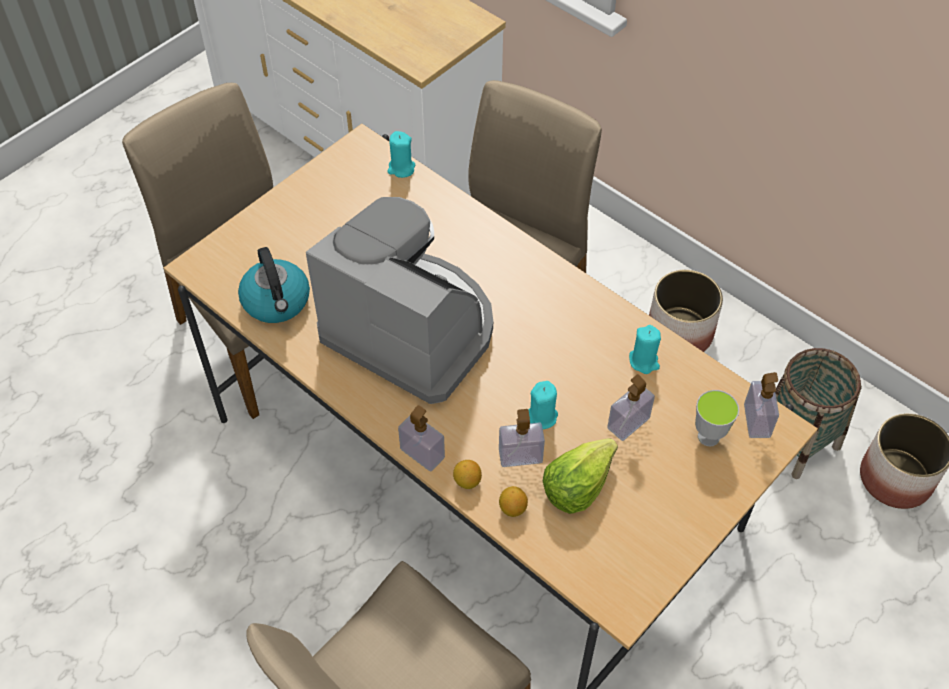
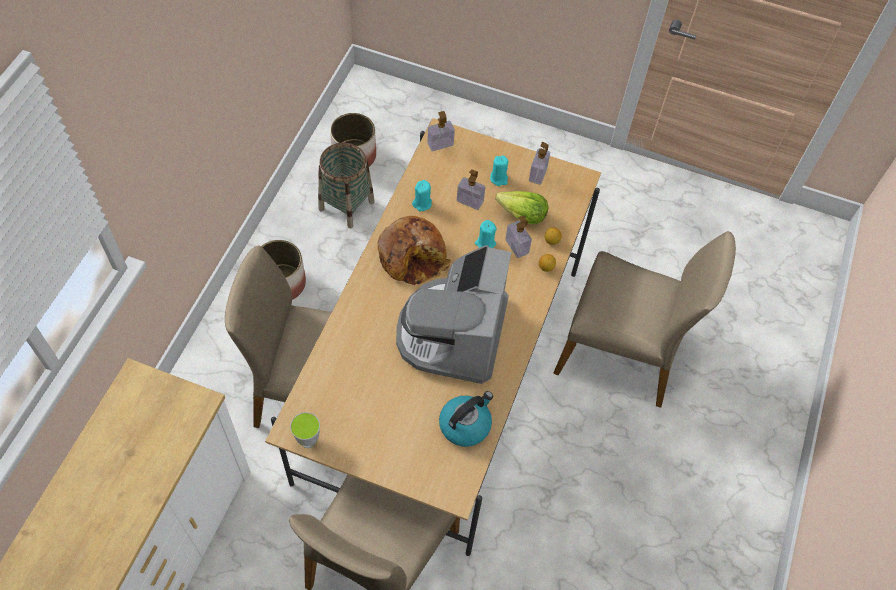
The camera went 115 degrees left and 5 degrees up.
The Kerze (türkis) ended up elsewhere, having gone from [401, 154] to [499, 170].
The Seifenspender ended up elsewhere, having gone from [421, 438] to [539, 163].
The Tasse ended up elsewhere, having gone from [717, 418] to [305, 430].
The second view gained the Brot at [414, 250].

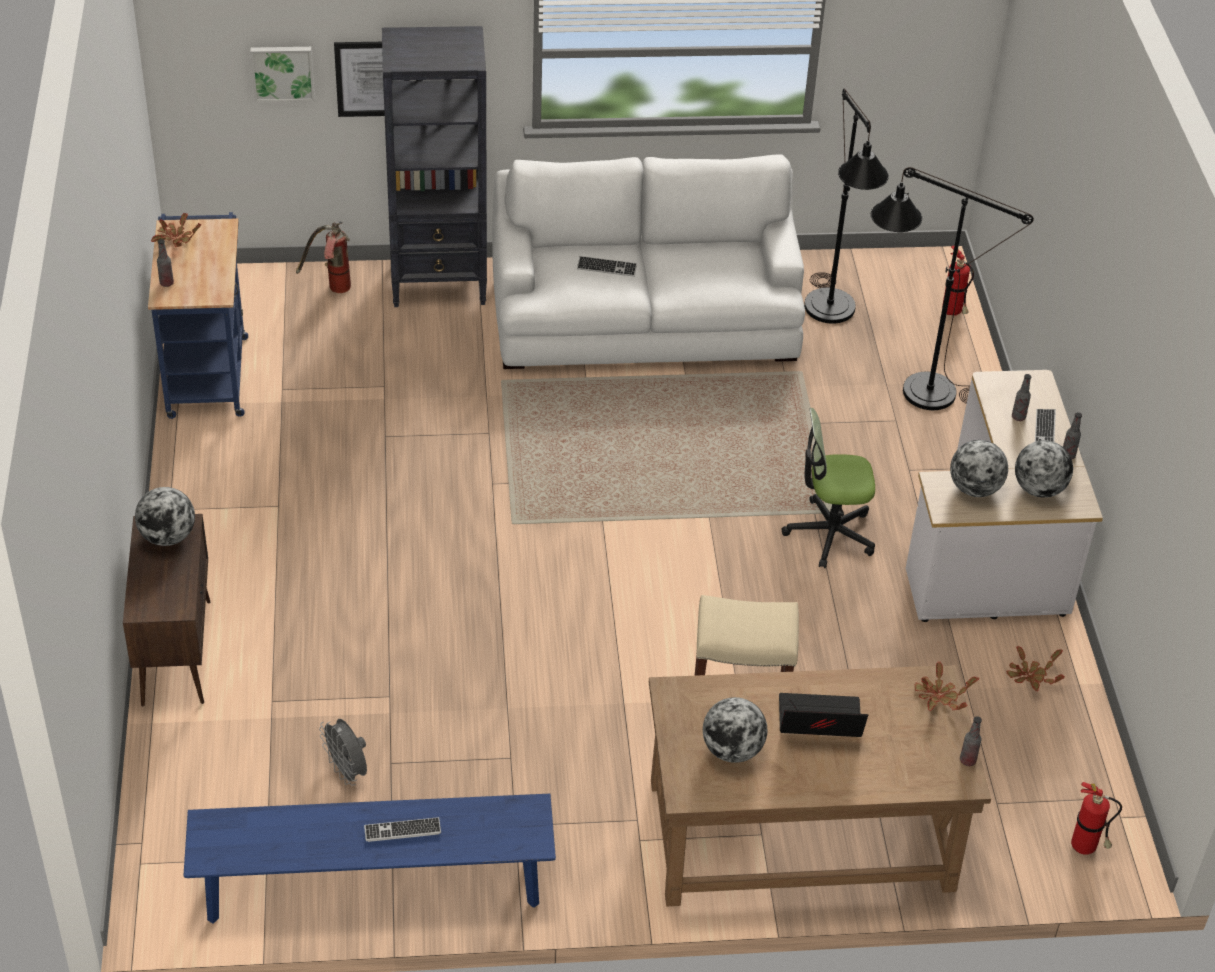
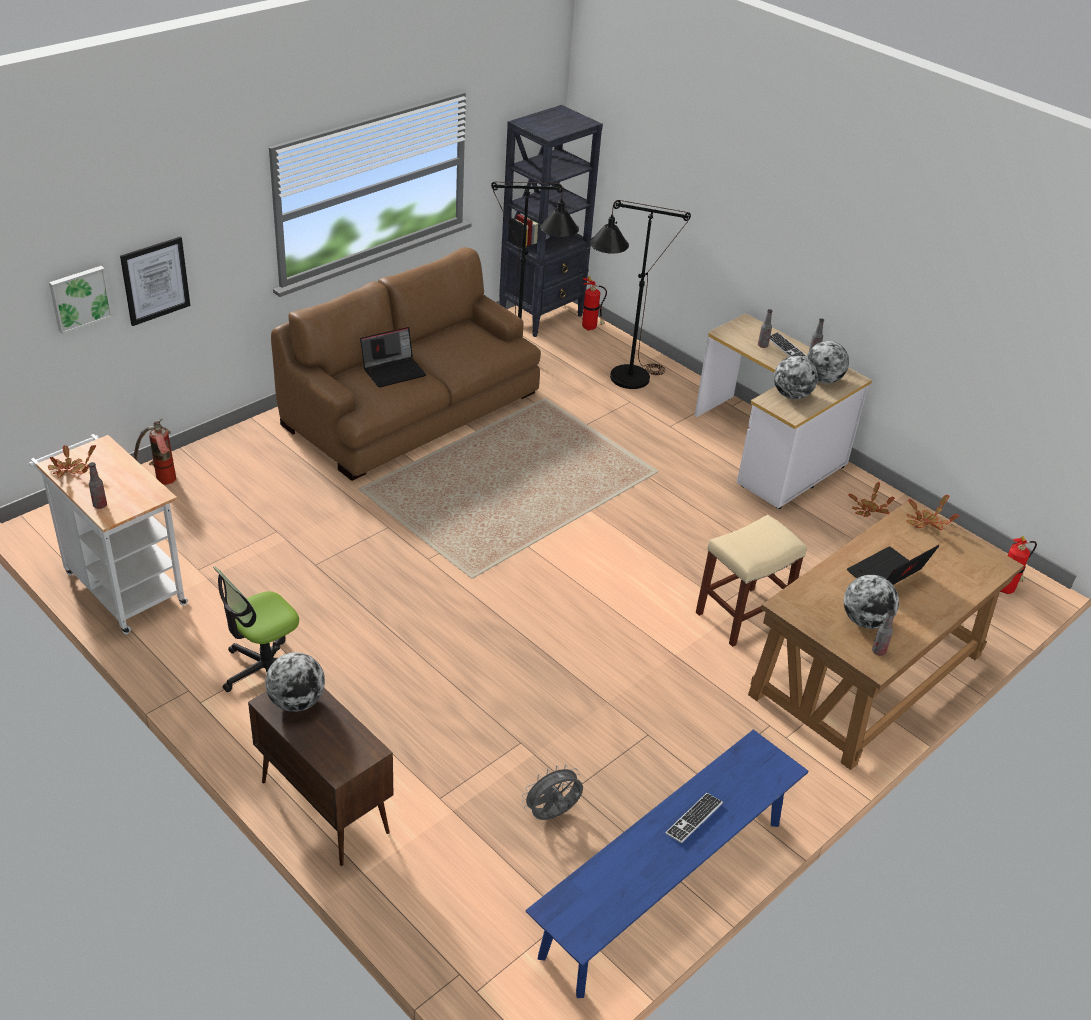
The camera went 40 degrees left and 5 degrees down.
What was the Rollwagen (blau) at [198, 315] turned into the Rollwagen (weiß) at [108, 534].
The Ventilator (grau) at [343, 752] ended up facing another way, 135 degrees clockwise from before.
The Bücherregal (schwarz) ended up elsewhere, having gone from [434, 166] to [551, 221].
What was the Sofa (weiß) at [648, 261] turned into the Sofa (braun) at [406, 364].
Where the Tastatur stood at [607, 266], the Laptop came to stand at [393, 357].
The Bürostuhl ended up elsewhere, having gone from [828, 488] to [256, 629].
The Flasche ended up elsewhere, having gone from [971, 741] to [883, 633].

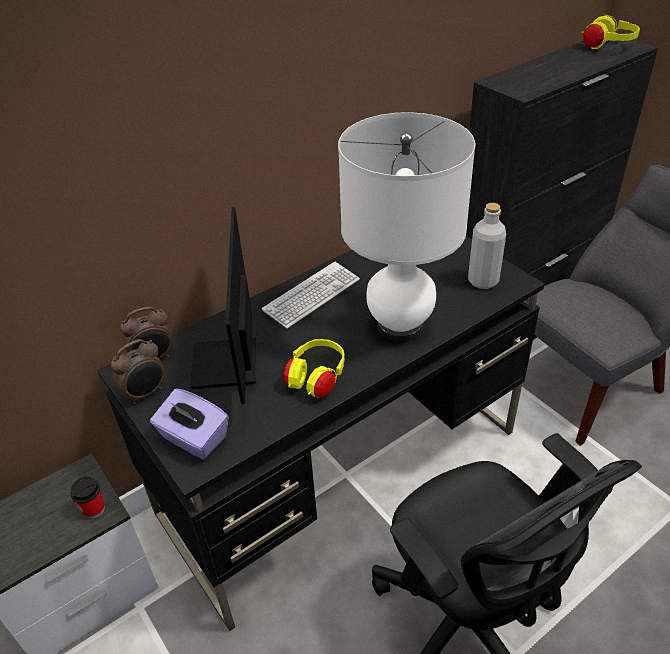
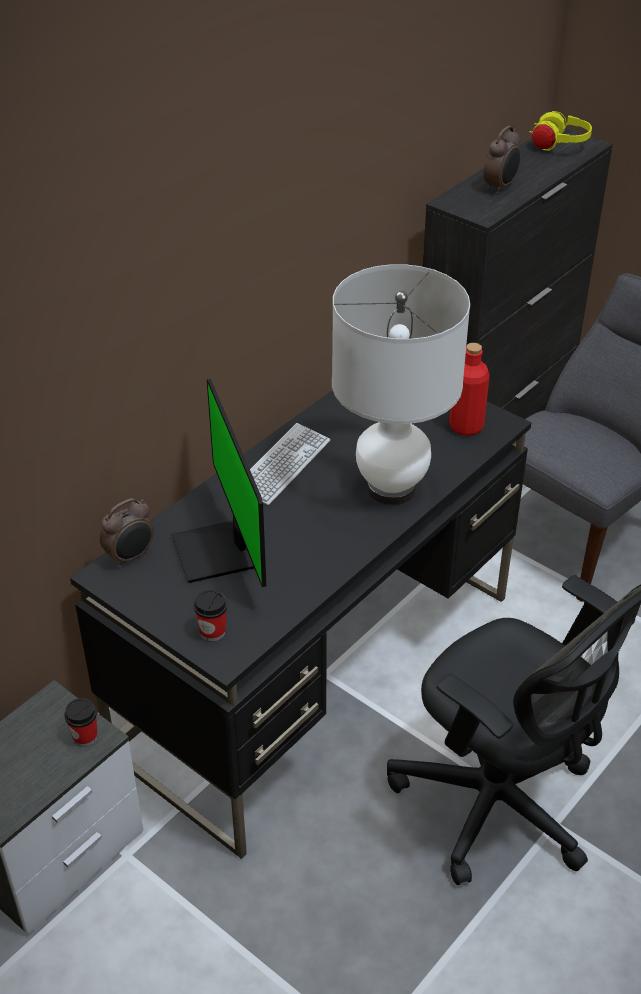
The camera went 15 degrees left and 0 degrees up.
The Wecker ended up elsewhere, having gone from [138, 371] to [502, 160].
Where the Taschentuchbox (lila) stood at [189, 424], the Tasse came to stand at [211, 615].
The second view lost the Kopfhörer (gelb) at [314, 368].
What was the Flasche (grau) at [487, 246] turned into the Flasche (rot) at [469, 389].

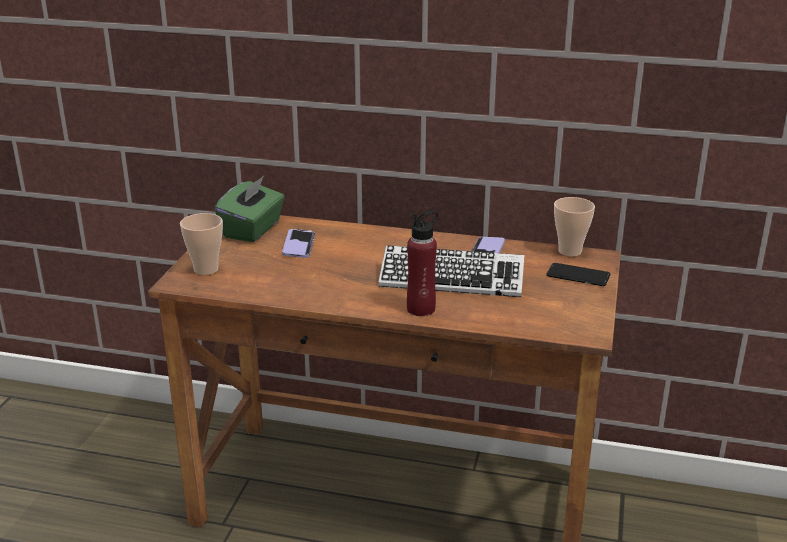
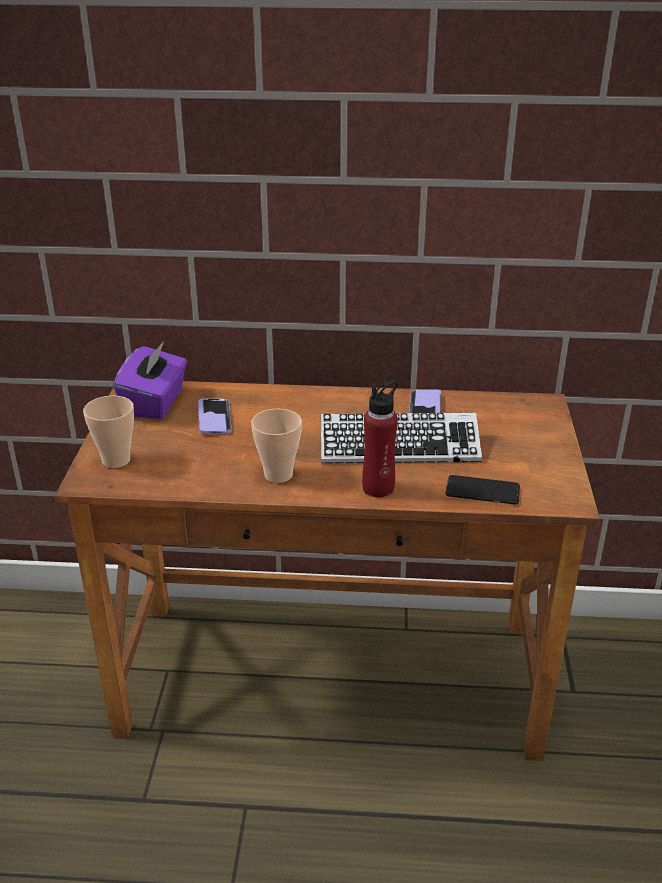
The camera went 10 degrees left and 5 degrees up.
What was the Taschentuchbox (grün) at [249, 209] turned into the Taschentuchbox (lila) at [150, 380].
The Handy ended up elsewhere, having gone from [578, 274] to [483, 489].
The Tasse ended up elsewhere, having gone from [574, 227] to [276, 446].

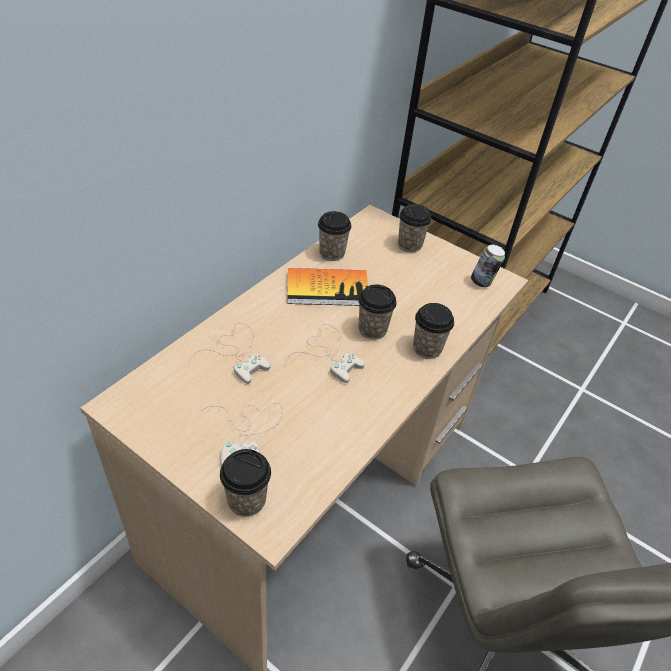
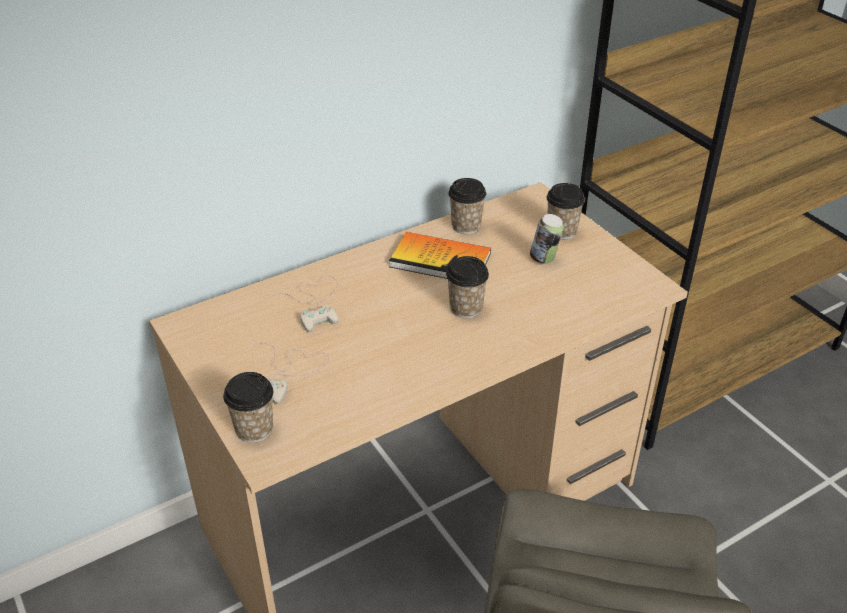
The camera went 25 degrees right and 5 degrees down.
The second view lost the Gamepad (weiß) at [325, 353].
The second view lost the Tasse at [433, 331].
The Dose ended up elsewhere, having gone from [488, 265] to [547, 239].

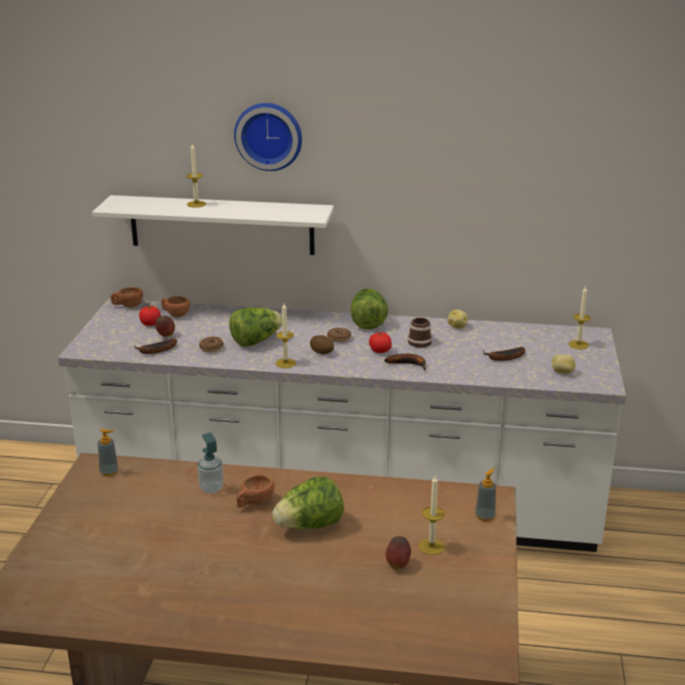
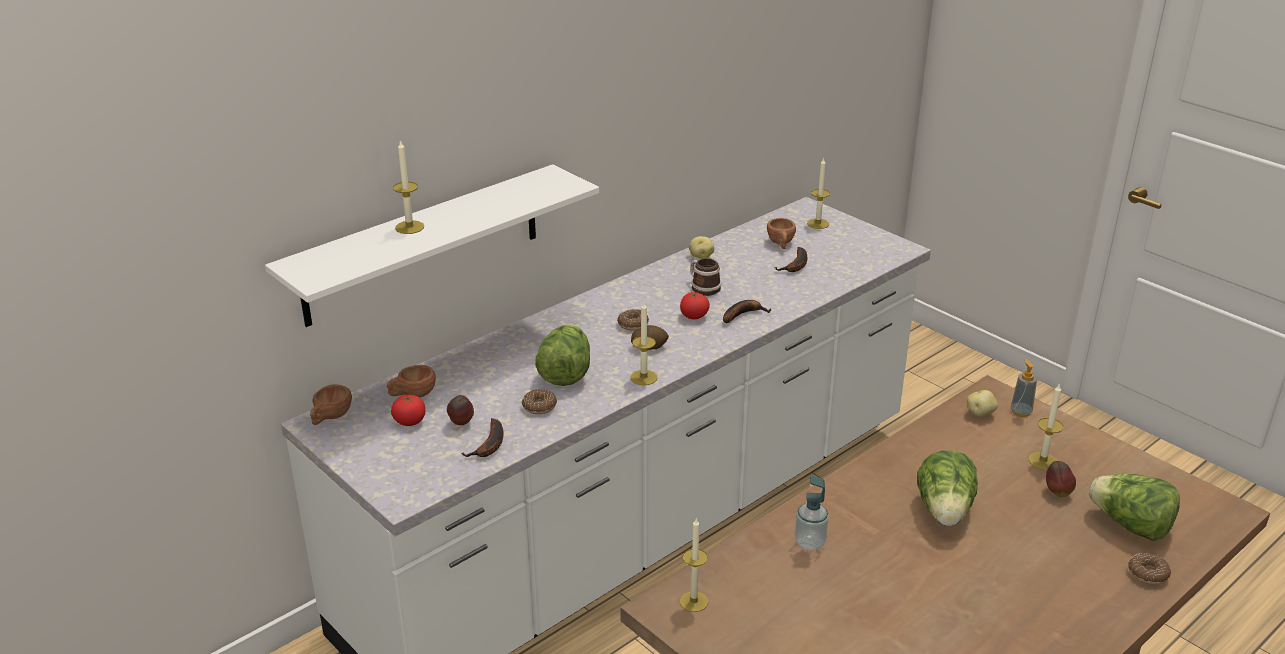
The camera went 50 degrees left and 5 degrees up.
Where the Seifenspender stood at [108, 452], the Kerze came to stand at [693, 565].
The second view lost the Wanduhr at [268, 137].
The Tasse (braun) ended up elsewhere, having gone from [255, 491] to [781, 233].
The Salatkopf ended up elsewhere, having gone from [369, 309] to [1134, 507].
The Kartoffel ended up elsewhere, having gone from [564, 364] to [982, 403].
The second view gained the Donut at [1149, 569].

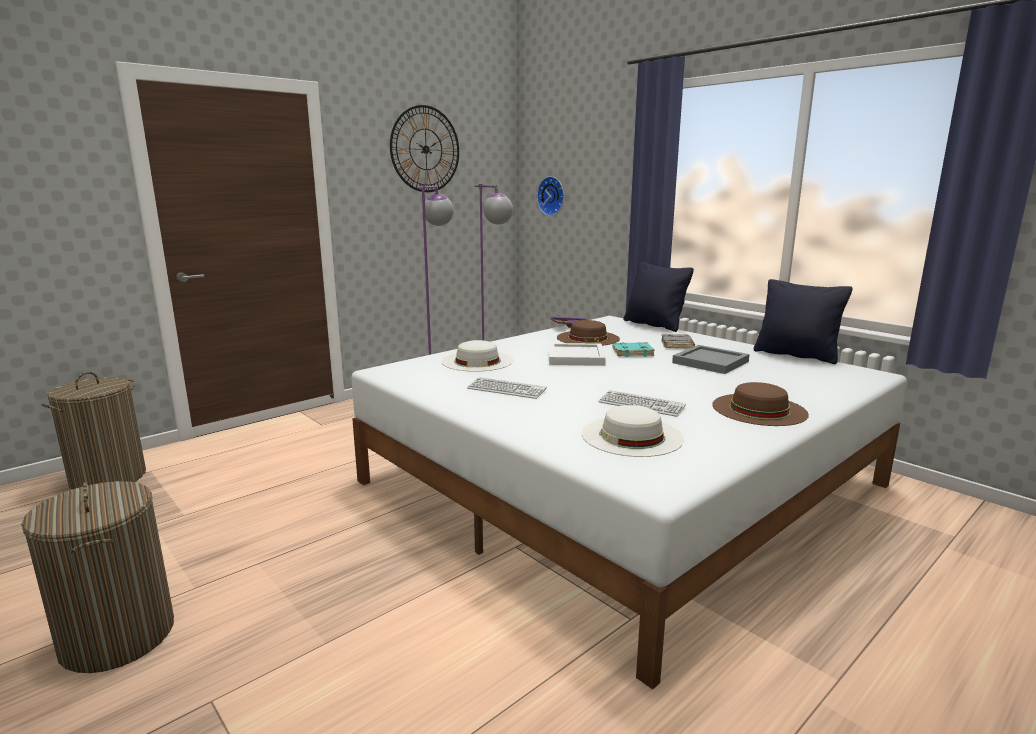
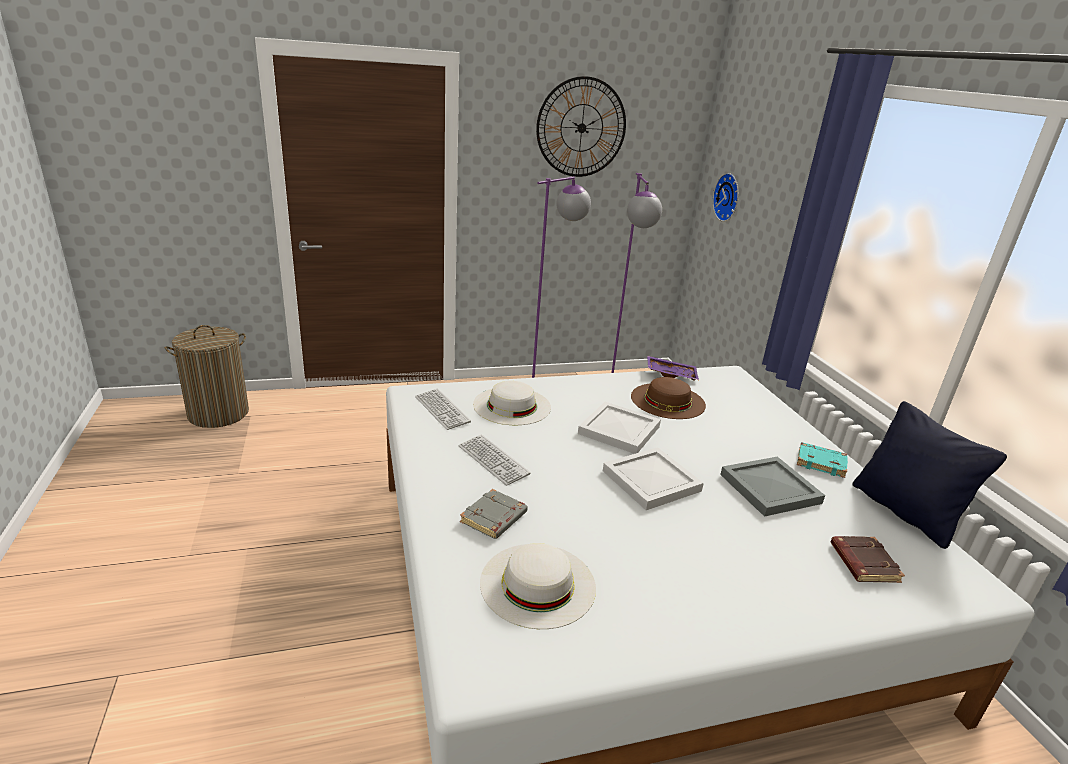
The camera went 25 degrees right and 10 degrees up.
The second view lost the Wäschekorb at [97, 577].
The Tastatur ended up elsewhere, having gone from [642, 403] to [443, 409].
The Buch (türkis) ended up elsewhere, having gone from [633, 349] to [822, 460].
The second view lost the Kissen (schwarz) at [658, 297].
The Buch (grau) ended up elsewhere, having gone from [678, 341] to [494, 514].
The second view lost the Hut (braun) at [760, 404].
The second view gained the Tablett (weiß) at [653, 478].
The second view gained the Buch (braun) at [868, 559].

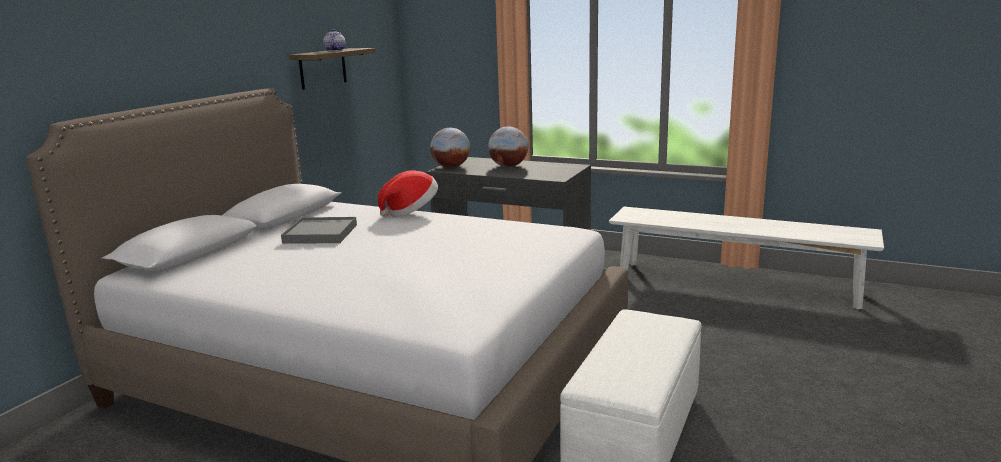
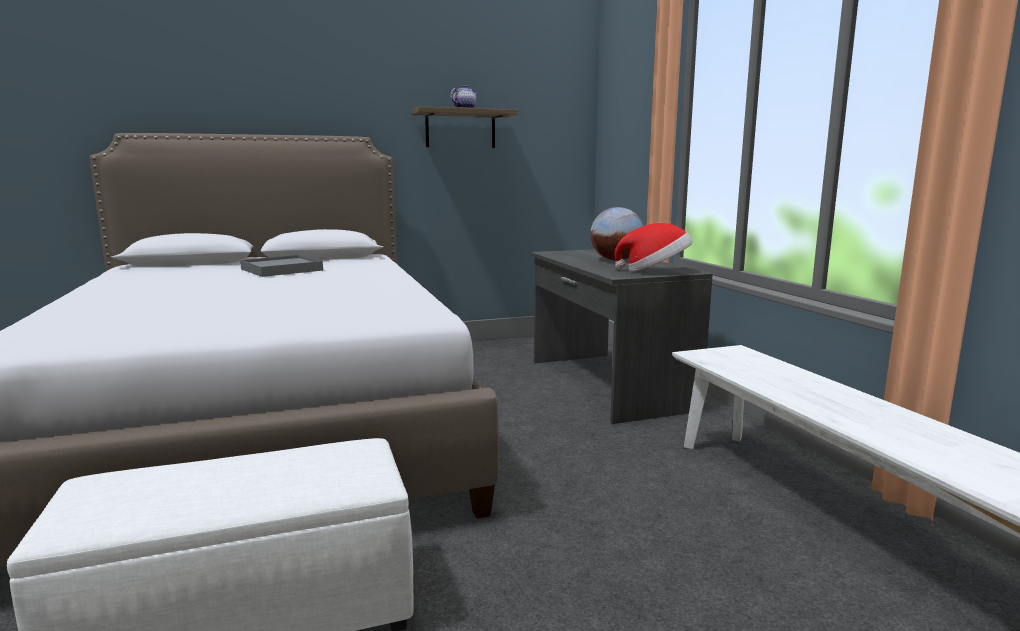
The camera went 45 degrees right and 5 degrees down.
The Hut ended up elsewhere, having gone from [408, 193] to [653, 247].
The second view lost the Globus at [450, 148].

